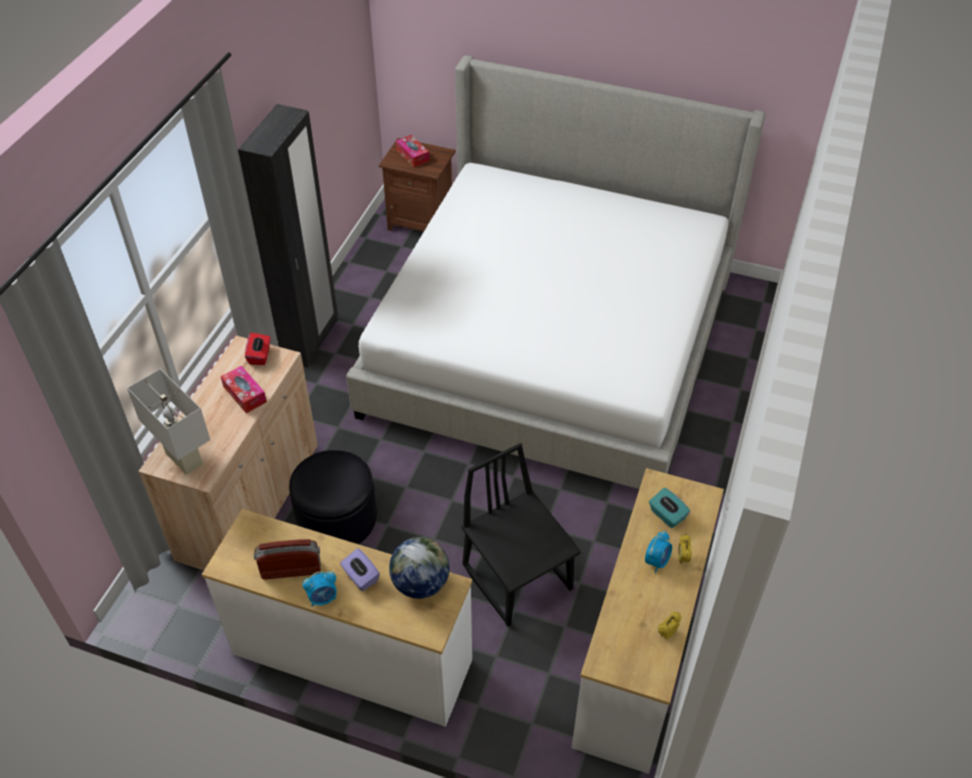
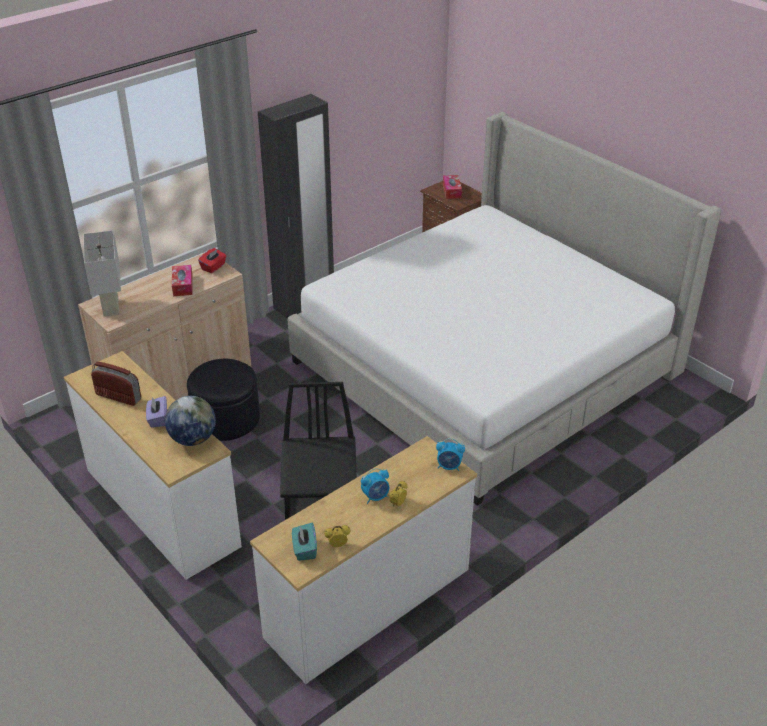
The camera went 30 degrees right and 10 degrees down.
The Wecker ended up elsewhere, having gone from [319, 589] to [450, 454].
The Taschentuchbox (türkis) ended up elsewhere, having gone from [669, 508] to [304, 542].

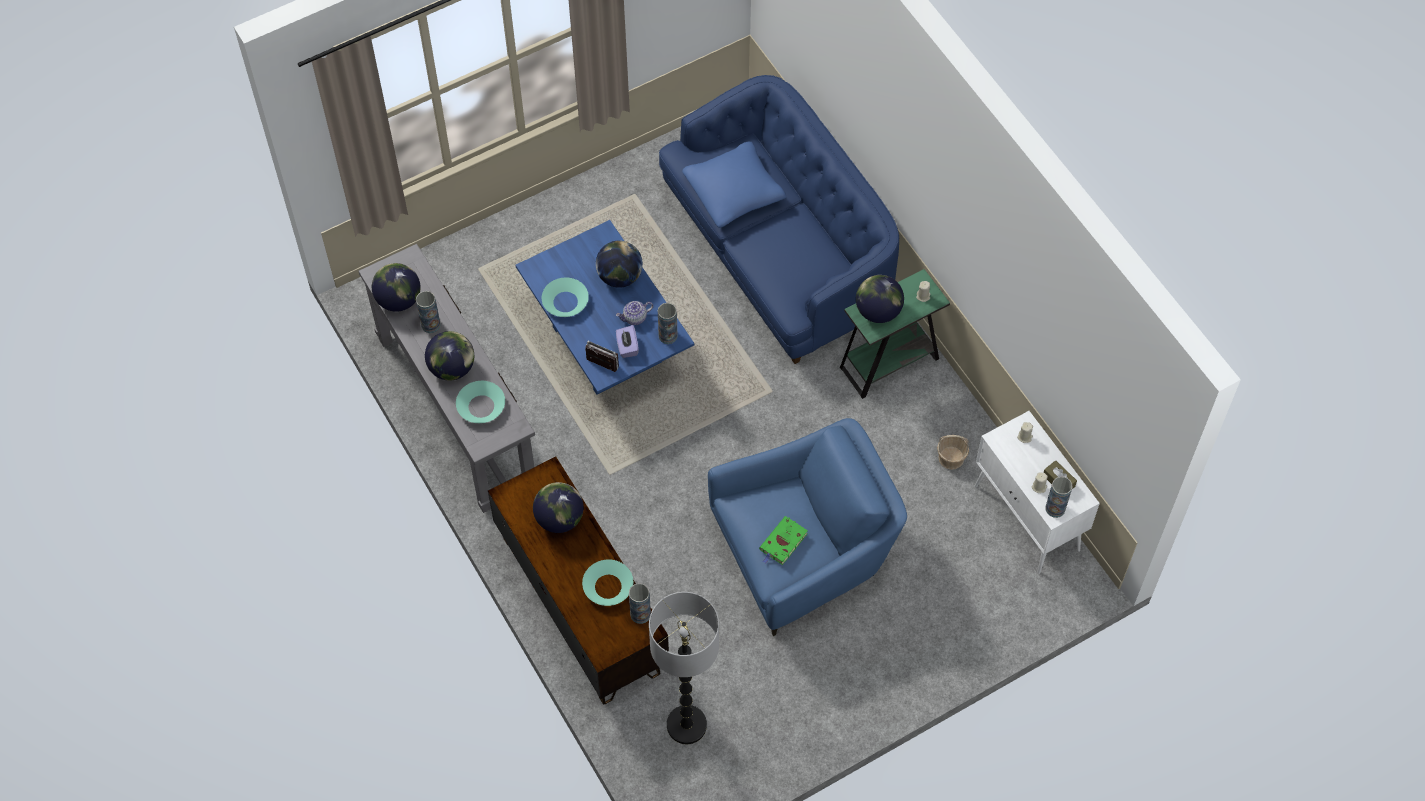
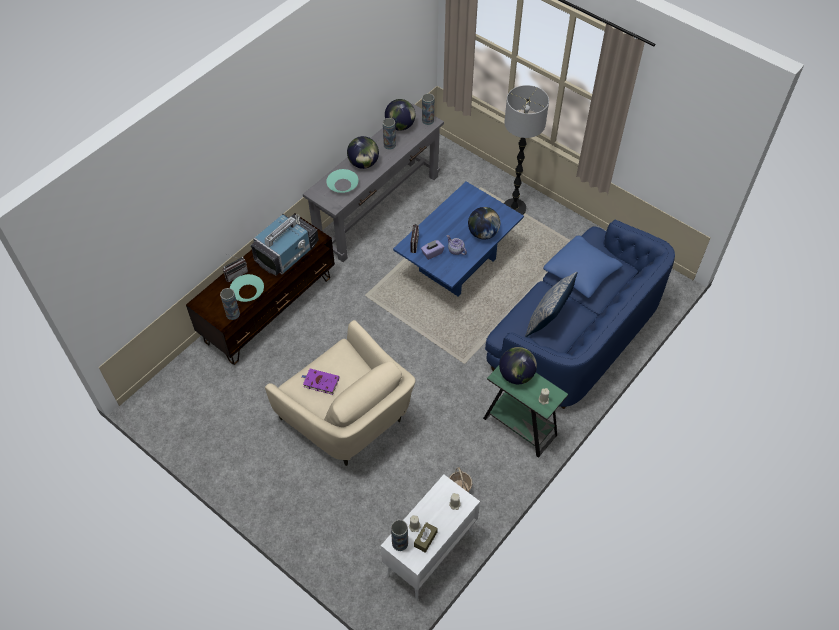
The camera went 70 degrees right and 5 degrees down.
Where the Globus stood at [558, 507], the Fernseher came to stand at [285, 245].
The second view lost the Schüssel (türkis) at [565, 297].
The Stehlampe ended up elsewhere, having gone from [684, 668] to [526, 150].
The Vase ended up elsewhere, having gone from [667, 323] to [428, 109].
What was the Sessel (blau) at [807, 527] turned into the Sessel (beige) at [340, 393].
What was the Buch (grün) at [783, 540] turned into the Buch (lila) at [320, 382].
The second view gained the Radio at [235, 268].
The second view gained the Kissen at [551, 304].

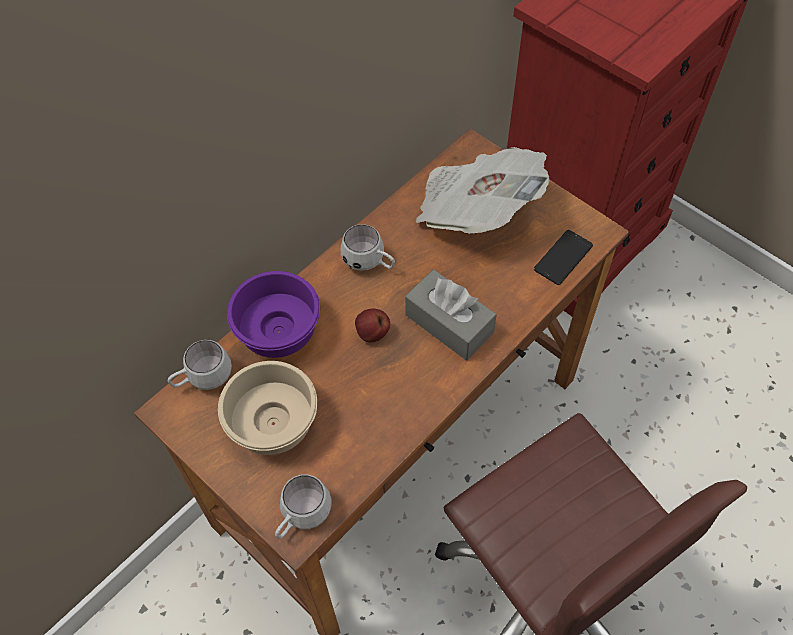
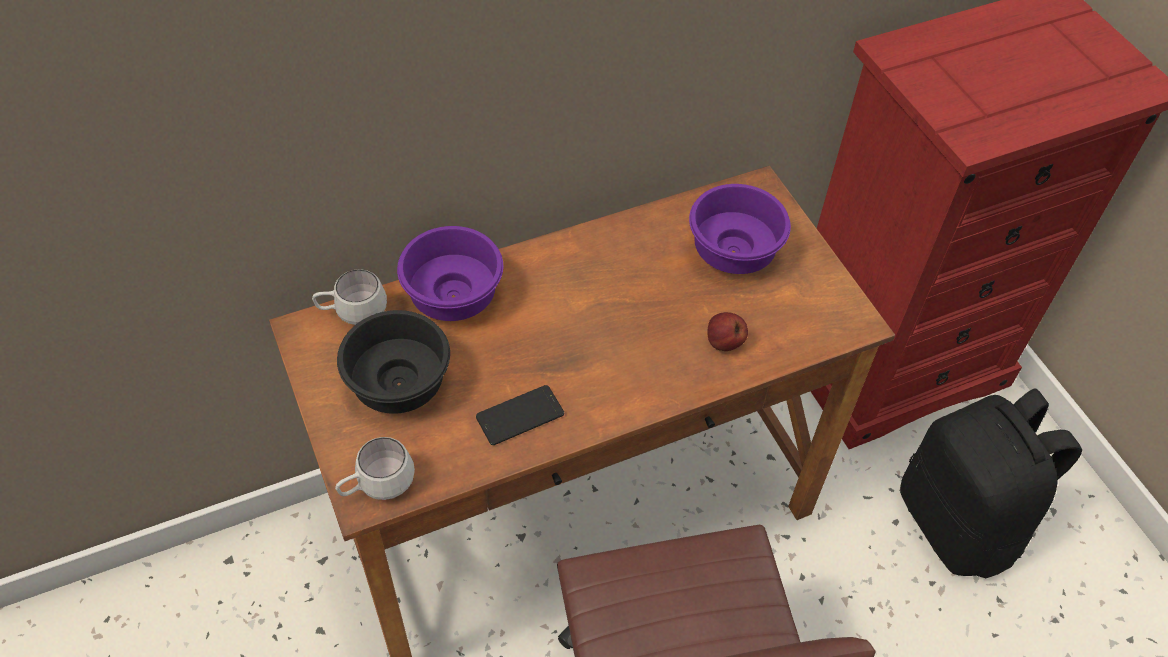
The camera went 20 degrees right and 5 degrees down.
What was the Schüssel (beige) at [267, 408] turned into the Schüssel (schwarz) at [393, 362].
The second view lost the Henkelbecher (weiß) at [368, 247].
The Apfel ended up elsewhere, having gone from [372, 325] to [728, 331].
The second view lost the Taschentuchbox (grau) at [450, 315].
Where the Zeitung stood at [483, 190], the Schüssel (lila) came to stand at [740, 229].
The Handy ended up elsewhere, having gone from [563, 257] to [520, 415].
The second view gained the Rucksack (schwarz) at [991, 483].

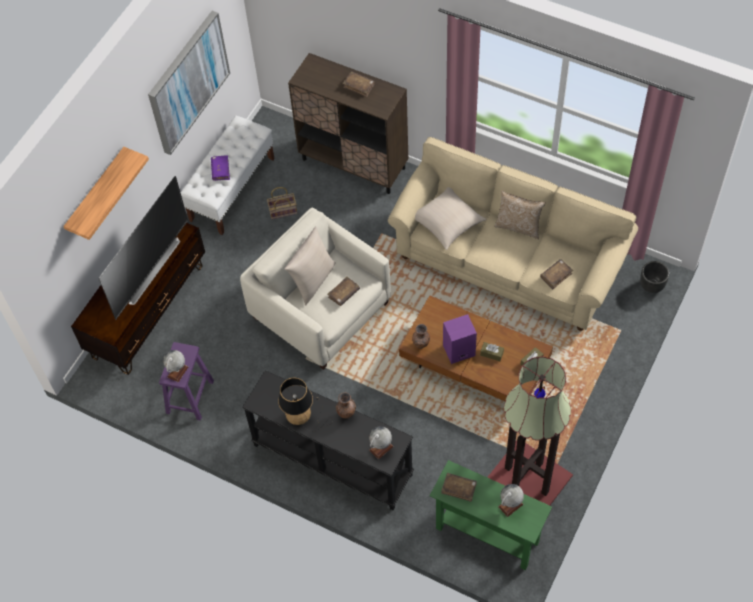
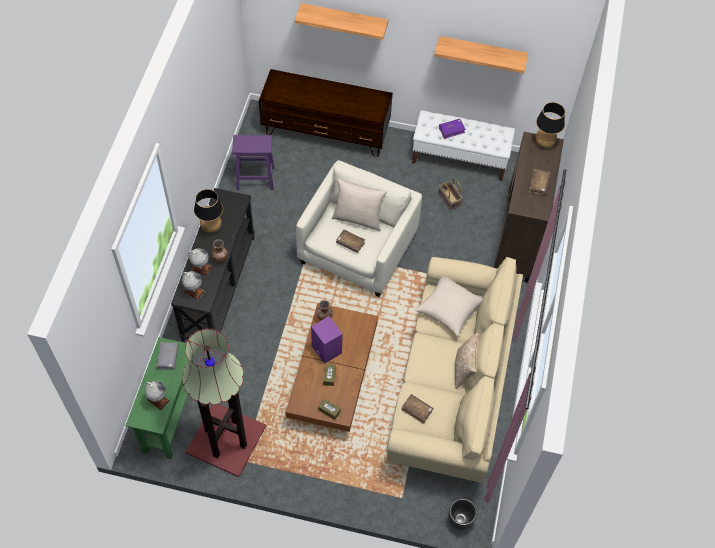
The camera went 70 degrees right and 0 degrees up.
The second view lost the Fernseher at [143, 247].
Where the Bild hung at [189, 83], the Wandregal came to hang at [481, 54].
The Globus ended up elsewhere, having gone from [175, 366] to [199, 261].
What was the Buch (braun) at [459, 487] turned into the Buch (grau) at [167, 356].
The second view gained the Tischlampe at [545, 132].

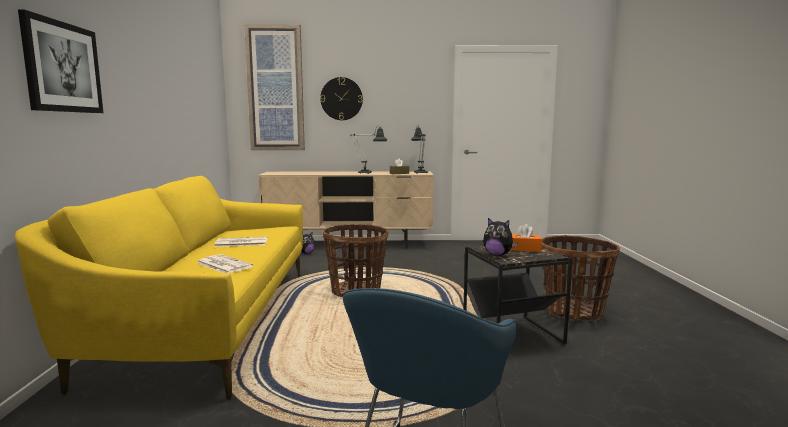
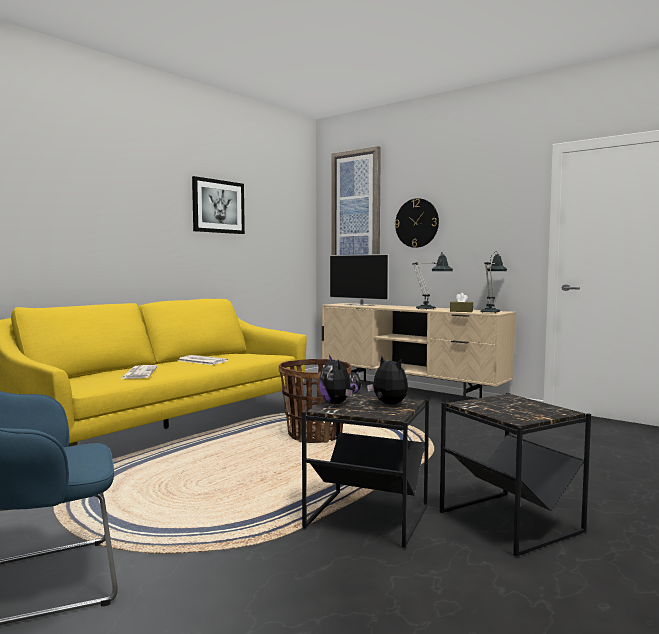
The camera went 40 degrees right and 5 degrees down.
The Bild ended up elsewhere, having gone from [60, 61] to [218, 205].
Where the Taschentuchbox (orange) stood at [526, 238], the Plüschtier came to stand at [387, 380].
Where the Korb stood at [581, 278], the Beistelltisch (schwarz) came to stand at [515, 474].
The second view gained the Fernseher at [359, 280].

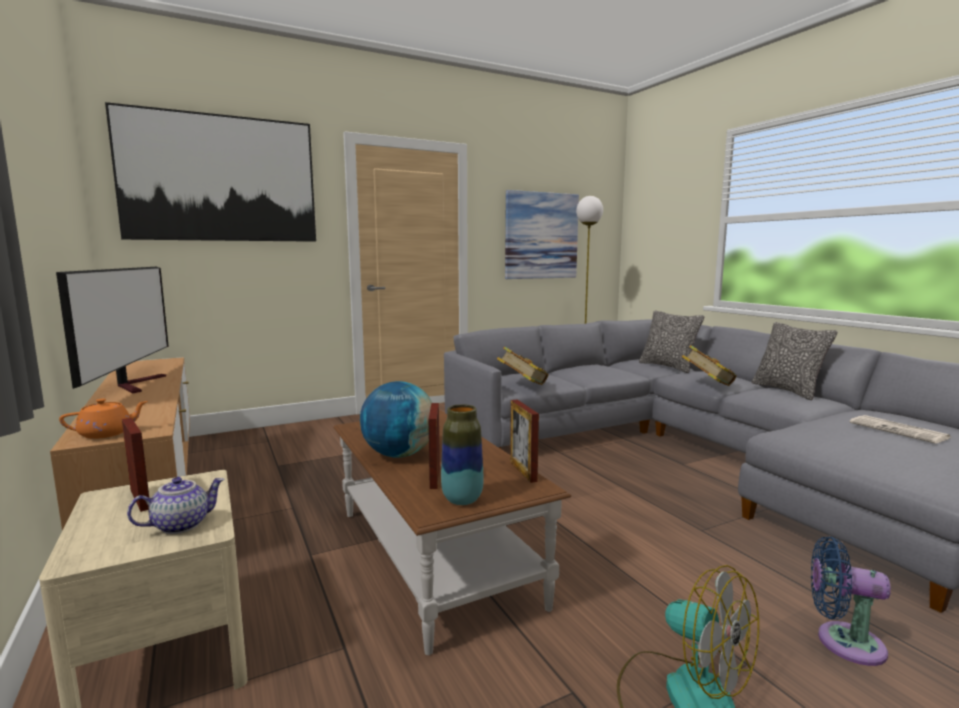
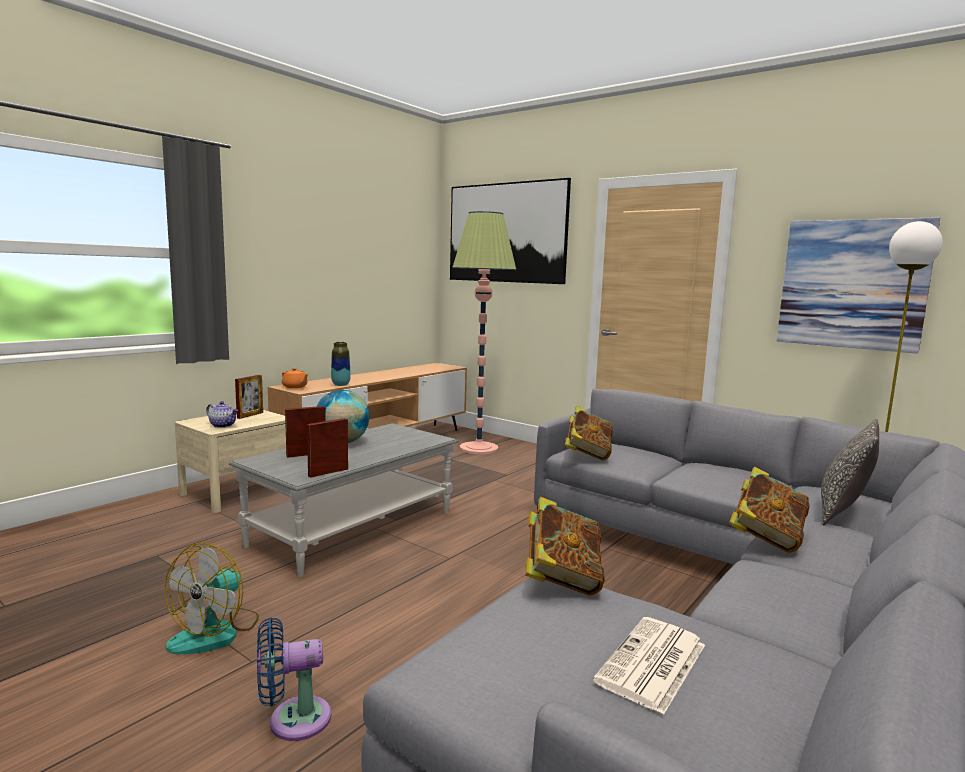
The camera went 65 degrees right and 0 degrees up.
The second view lost the Fernseher at [112, 330].
What was the Couchtisch (braun) at [452, 532] turned into the Couchtisch (grau) at [344, 500].
The Vase ended up elsewhere, having gone from [462, 454] to [341, 364].
The second view lost the Kissen at [795, 361].
The Ventilator (blau) at [851, 601] ended up facing another way, 105 degrees counterclockwise from before.
The second view gained the Stehlampe at [484, 332].
The second view gained the Buch at [565, 546].

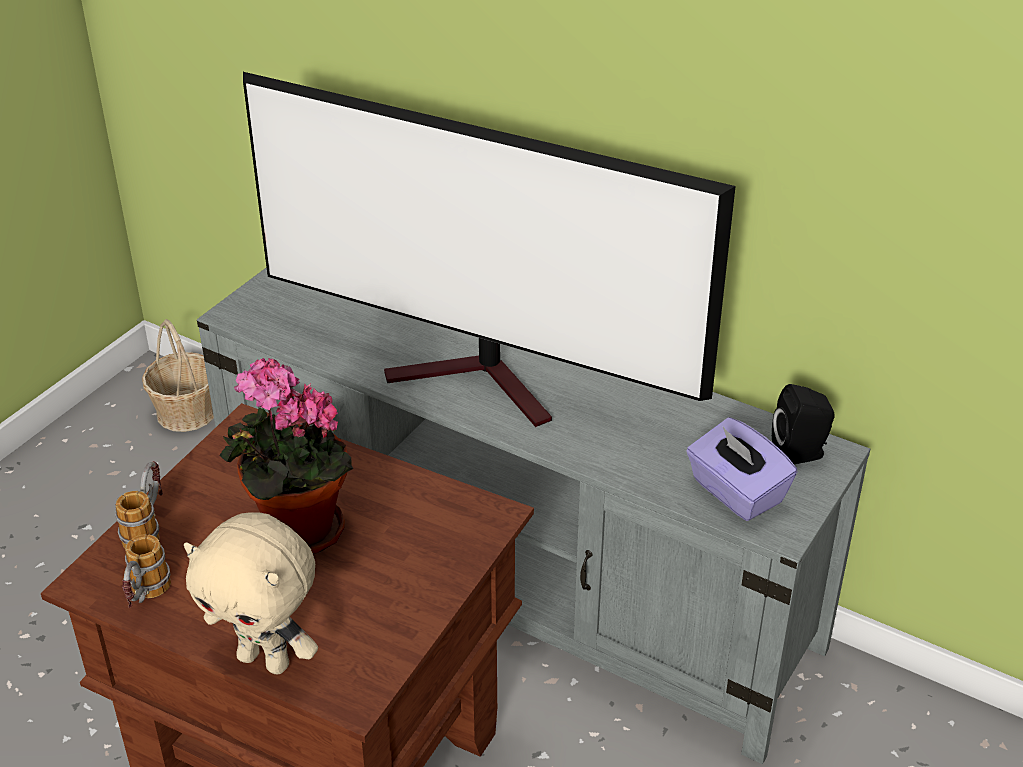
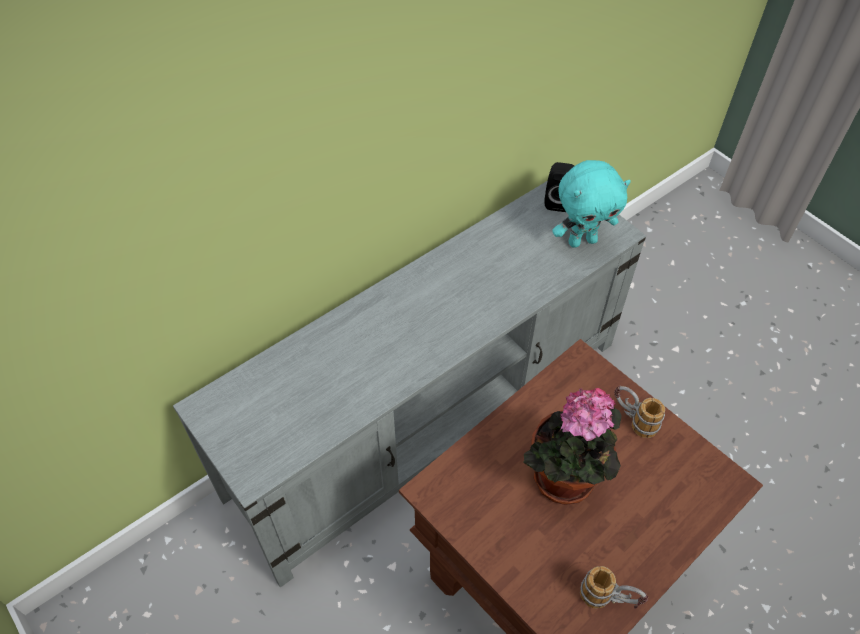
The camera went 70 degrees left and 15 degrees up.
The Henkelbecher ended up elsewhere, having gone from [139, 504] to [639, 412].
The second view lost the Korb at [178, 375].
The second view lost the Plüschtier (beige) at [251, 593].
The second view lost the Fernseher at [489, 249].
Where the Taschentuchbox (lila) stood at [742, 469], the Plüschtier (türkis) came to stand at [591, 204].

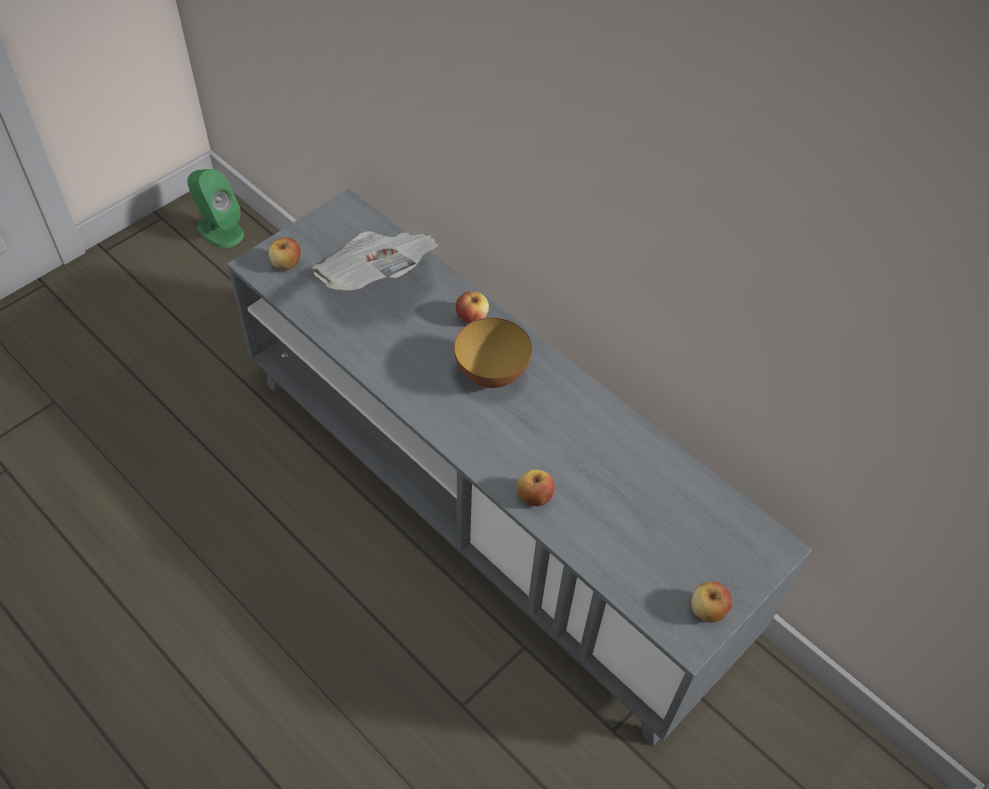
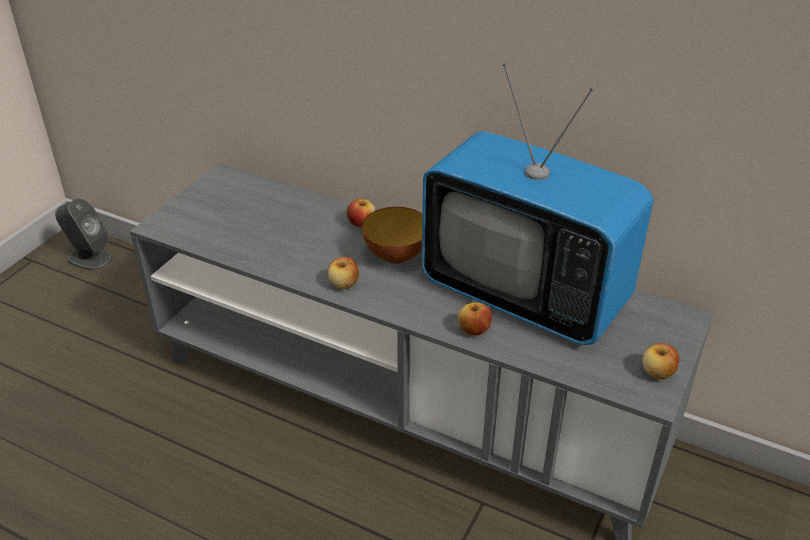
The camera went 15 degrees left and 15 degrees down.
What was the Lautsprecher (grün) at [215, 208] turned into the Lautsprecher (grau) at [84, 234].
The Apfel ended up elsewhere, having gone from [285, 253] to [343, 273].
The second view lost the Zeitung at [375, 260].
The second view gained the Fernseher at [537, 204].

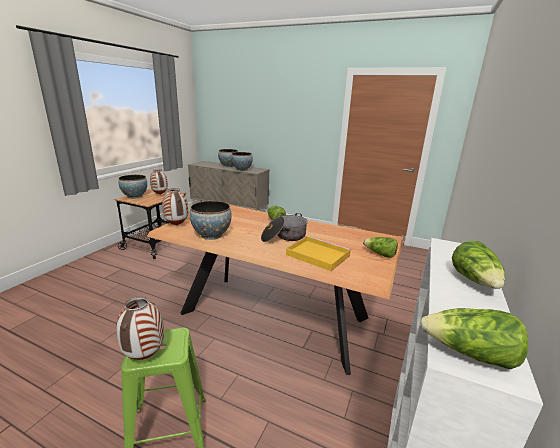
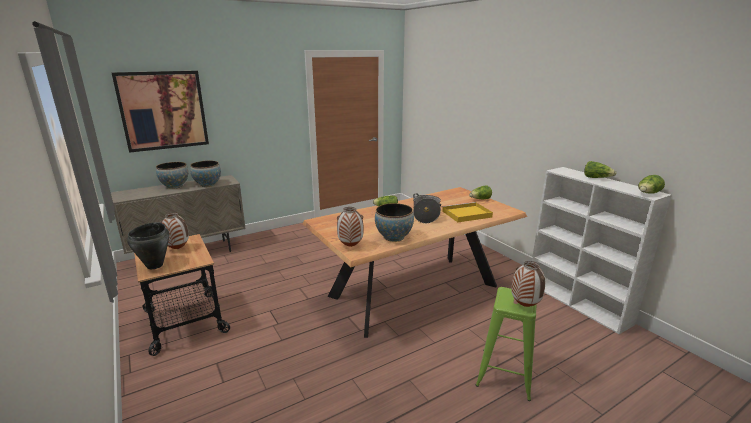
The camera went 55 degrees left and 0 degrees up.
Where the Schüssel stood at [132, 187], the Kochtopf (schwarz) came to stand at [148, 245].
The second view gained the Bild at [160, 112].

